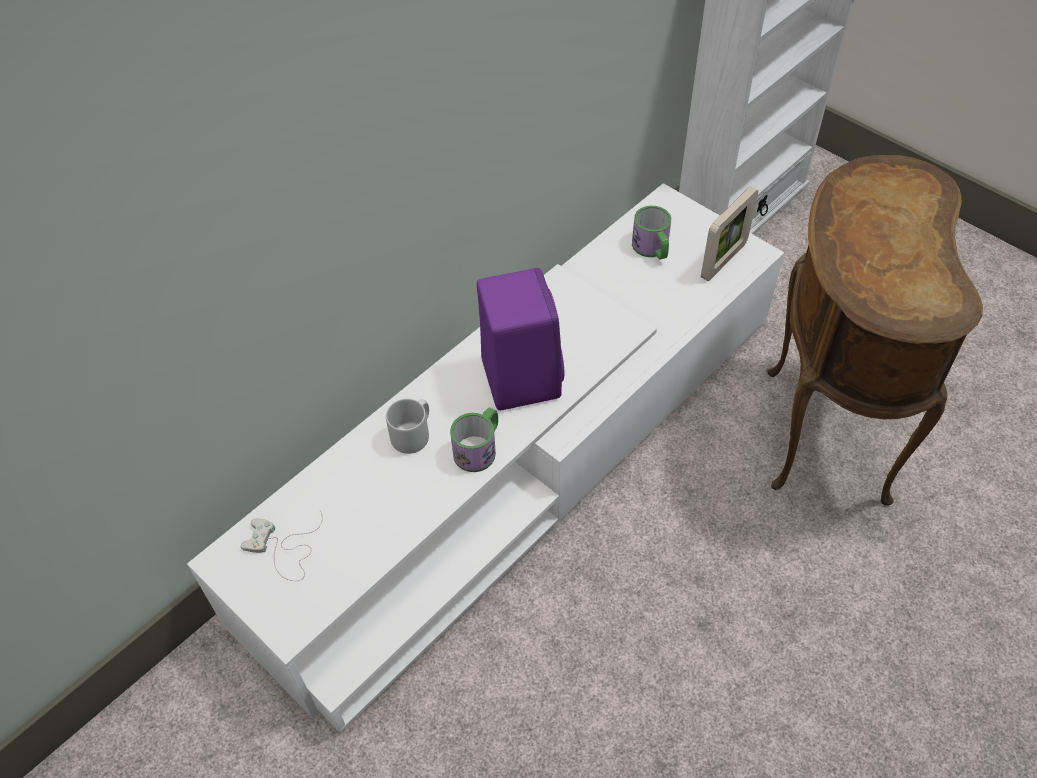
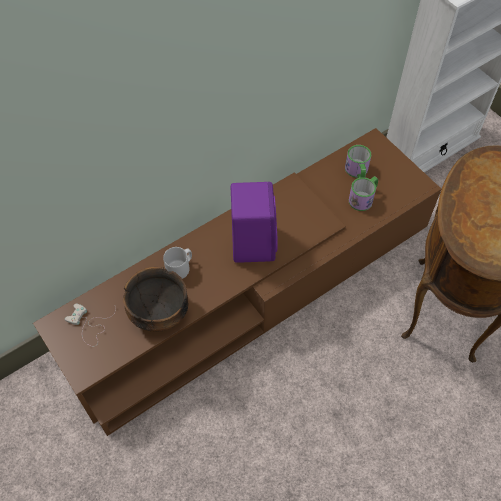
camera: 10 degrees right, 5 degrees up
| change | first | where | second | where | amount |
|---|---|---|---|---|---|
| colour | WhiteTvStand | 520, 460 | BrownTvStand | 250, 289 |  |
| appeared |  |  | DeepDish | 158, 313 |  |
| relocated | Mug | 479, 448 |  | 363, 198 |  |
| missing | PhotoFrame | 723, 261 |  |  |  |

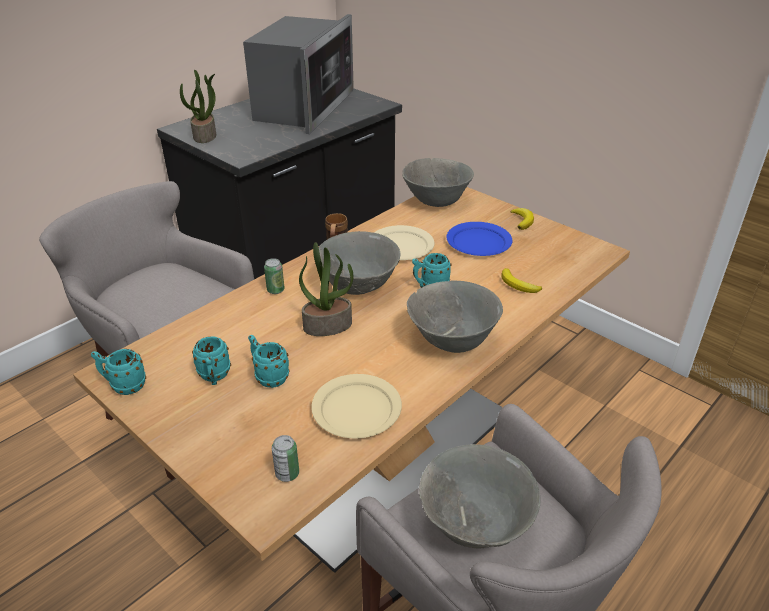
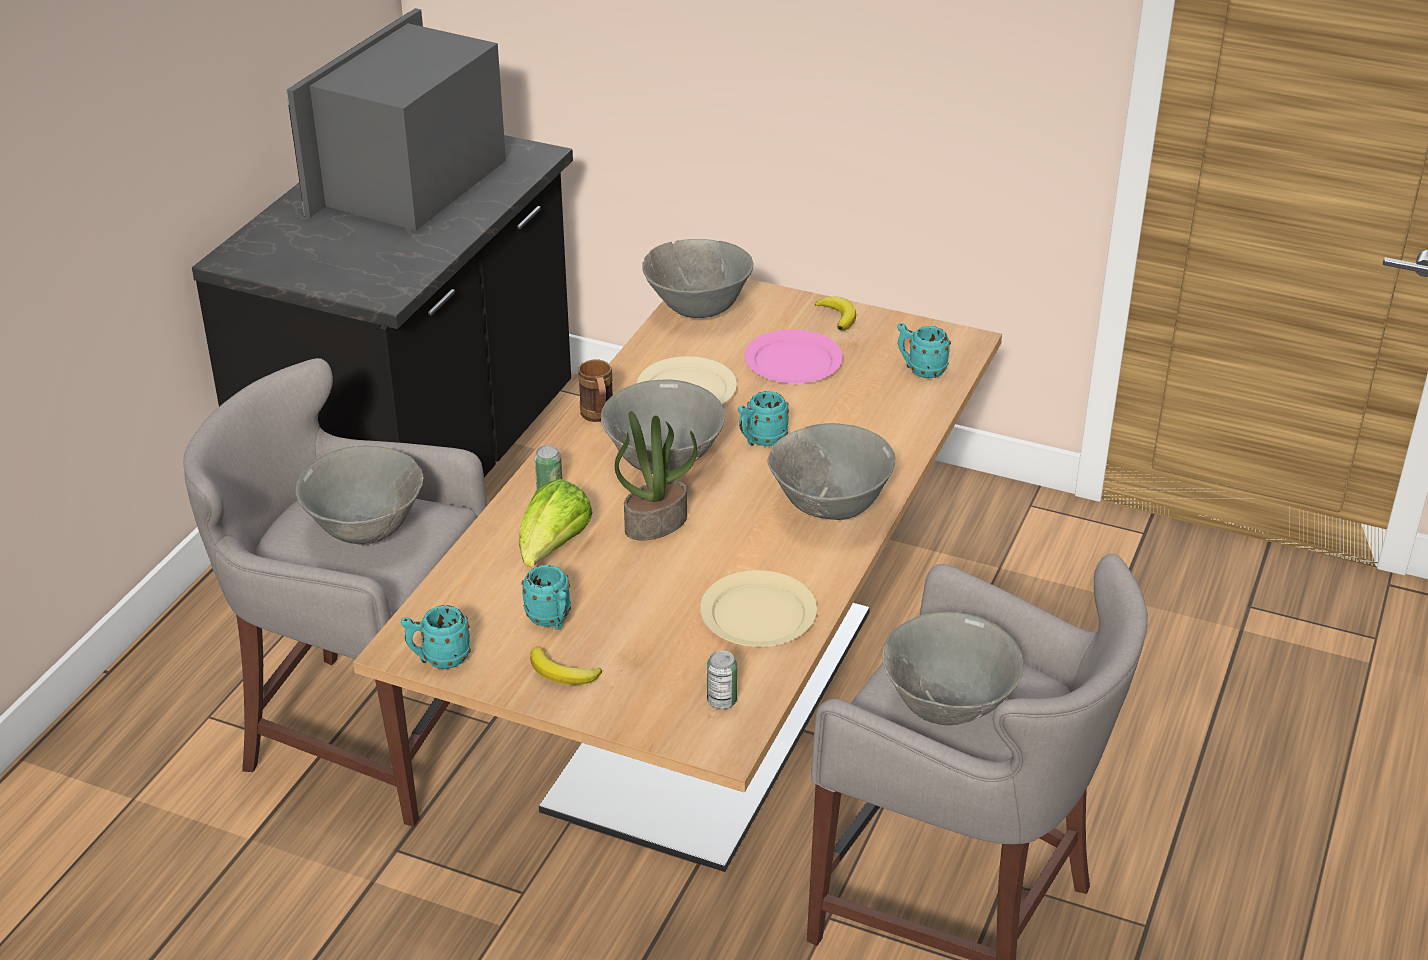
camera: 20 degrees left, 0 degrees up
| change | first | where | second | where | amount |
|---|---|---|---|---|---|
| spun | KitchenMicrowave | 303, 107 |  | 412, 182 | 150 degrees counterclockwise |
| appeared |  |  | GreyDeepDish | 365, 529 |  |
| appeared |  |  | HeadOfLettuce | 552, 549 |  |
| relocated | WholeBanana | 518, 285 |  | 562, 673 |  |
| colour | BlueColouredDinnerPlate | 479, 242 | PinkColouredDinnerPlate | 793, 362 |  |
| relocated | BlueGreenMug | 268, 376 |  | 920, 369 |  |
| missing | Houseplant | 205, 136 |  |  |  |

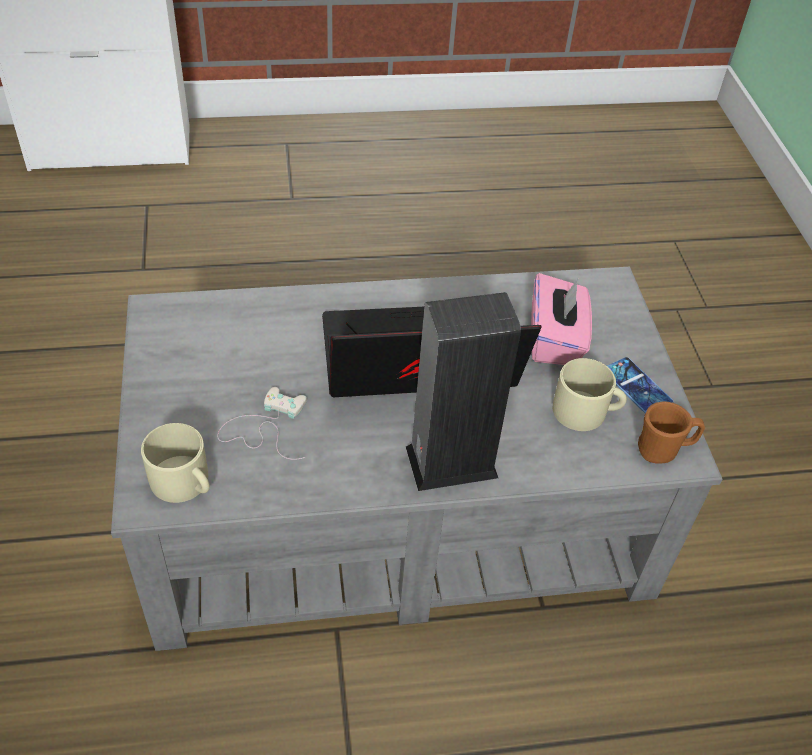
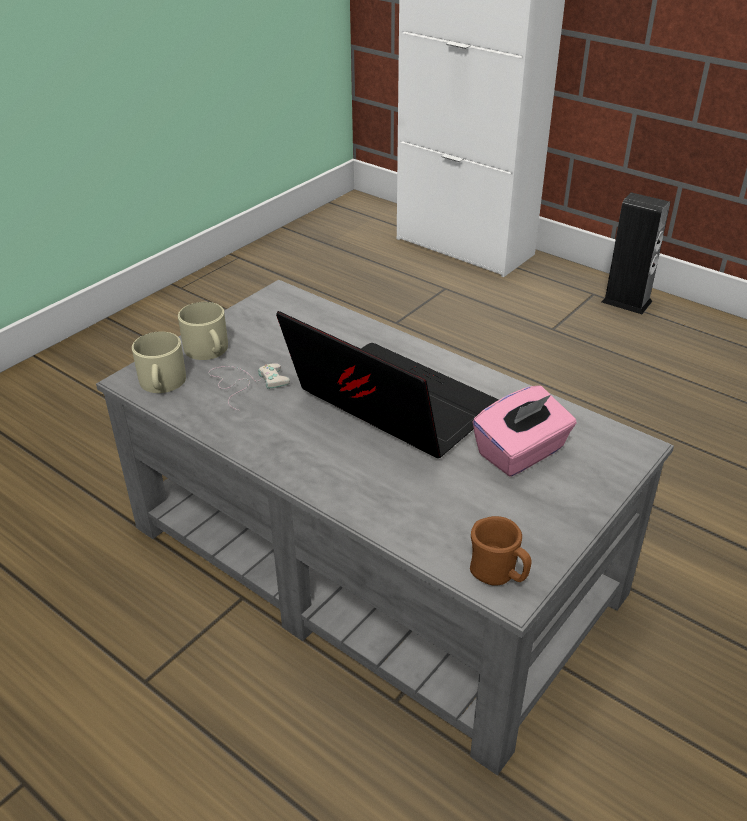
camera: 50 degrees right, 10 degrees down
| change | first | where | second | where | amount |
|---|---|---|---|---|---|
| relocated | BeigeMug | 586, 411 |  | 208, 350 |  |
| relocated | Loudspeaker | 451, 462 |  | 626, 302 |  |
| missing | Telephone | 636, 386 |  |  |  |

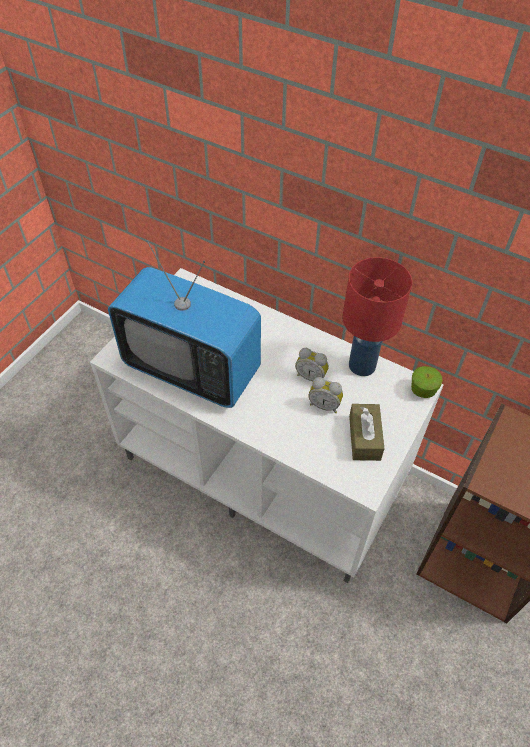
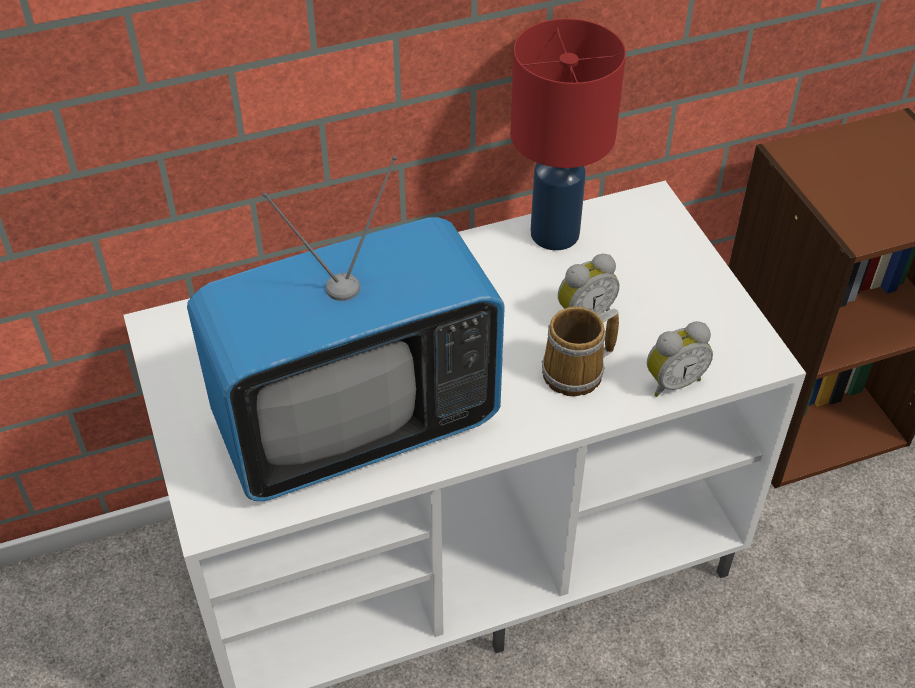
camera: 50 degrees left, 5 degrees down
| change | first | where | second | where | amount |
|---|---|---|---|---|---|
| appeared |  |  | Mug | 577, 372 |  |
| relocated | AlarmClock | 311, 376 |  | 672, 381 |  |
| missing | BrownTissueBox | 364, 438 |  |  |  |
| missing | WholeApple | 422, 390 |  |  |  |

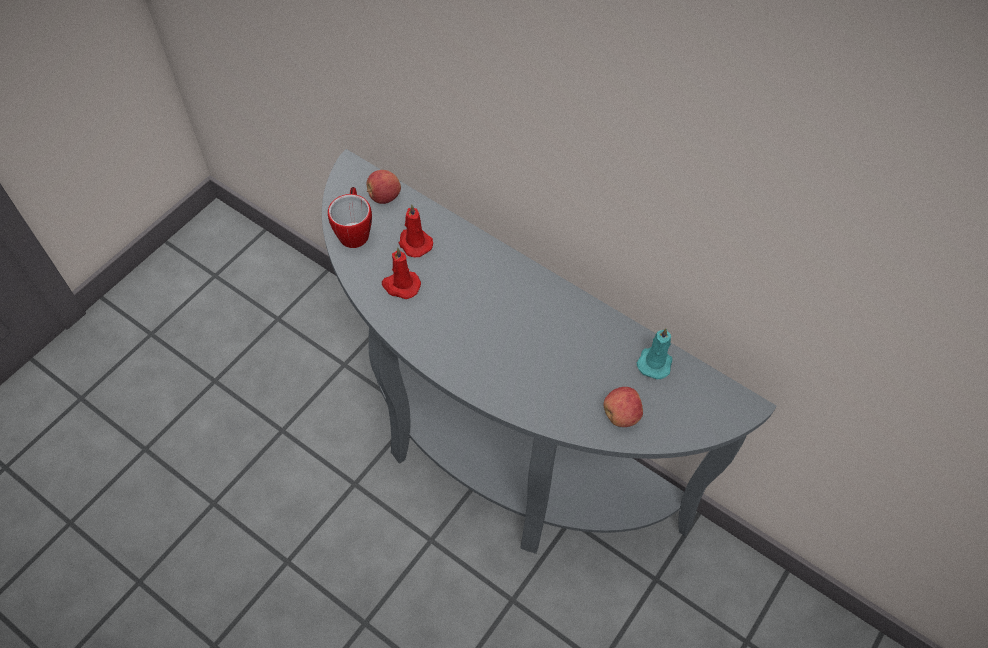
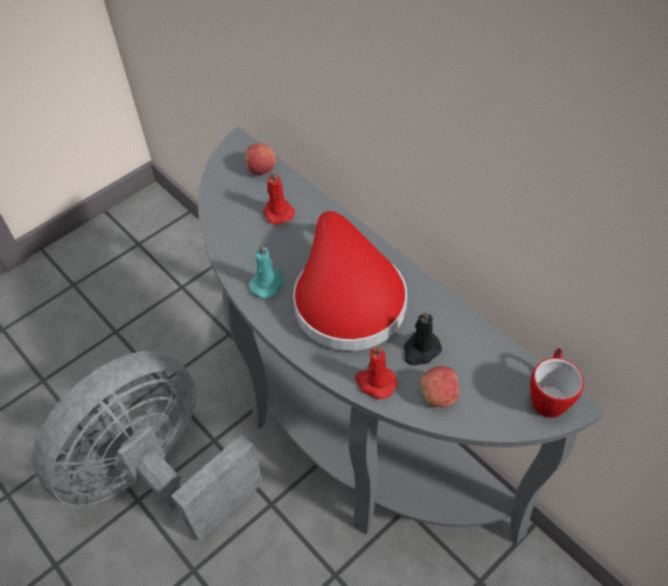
camera: 15 degrees right, 5 degrees down
| change | first | where | second | where | amount |
|---|---|---|---|---|---|
| appeared |  |  | GreyFan | 157, 475 |  |
| relocated | BlueGreenWaxLight | 655, 361 |  | 268, 283 |  |
| appeared |  |  | RedHat | 346, 297 |  |
| relocated | RedWaxLight | 400, 285 |  | 375, 382 |  |
| appeared |  |  | BlackWaxLight | 420, 350 |  |
| relocated | Mug | 354, 230 |  | 549, 395 |  |

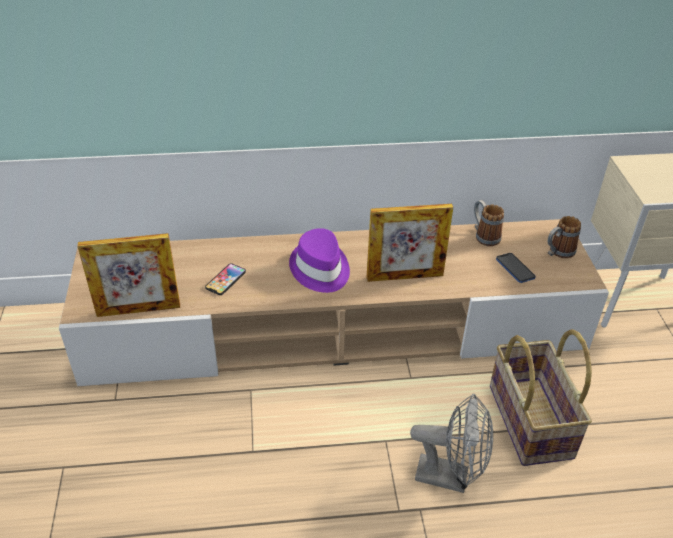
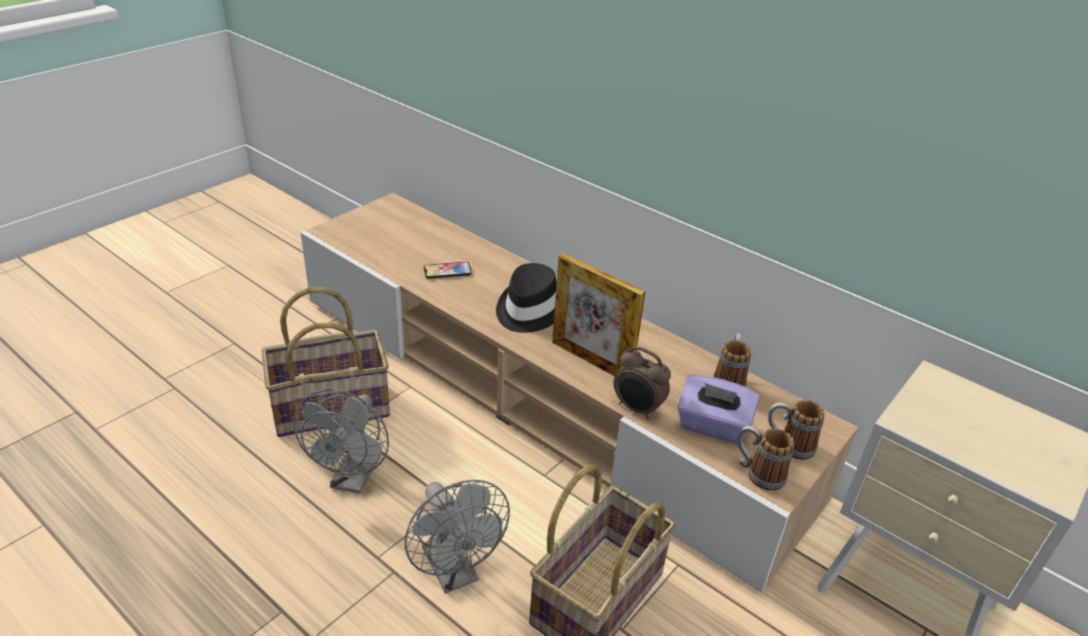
camera: 45 degrees right, 5 degrees down
| change | first | where | second | where | amount |
|---|---|---|---|---|---|
| appeared |  |  | StorageBasket | 331, 406 |  |
| appeared |  |  | GreyFan | 353, 479 |  |
| colour | PurplishHat | 320, 269 | BlackHat | 528, 309 |  |
| appeared |  |  | AlarmClock | 637, 409 |  |
| exchanged | Telephone | 515, 268 | PurplishTissueBox | 712, 426 |  |
| appeared |  |  | Mug | 757, 473 |  |
| missing | PhotoFrame | 138, 310 |  |  |  |

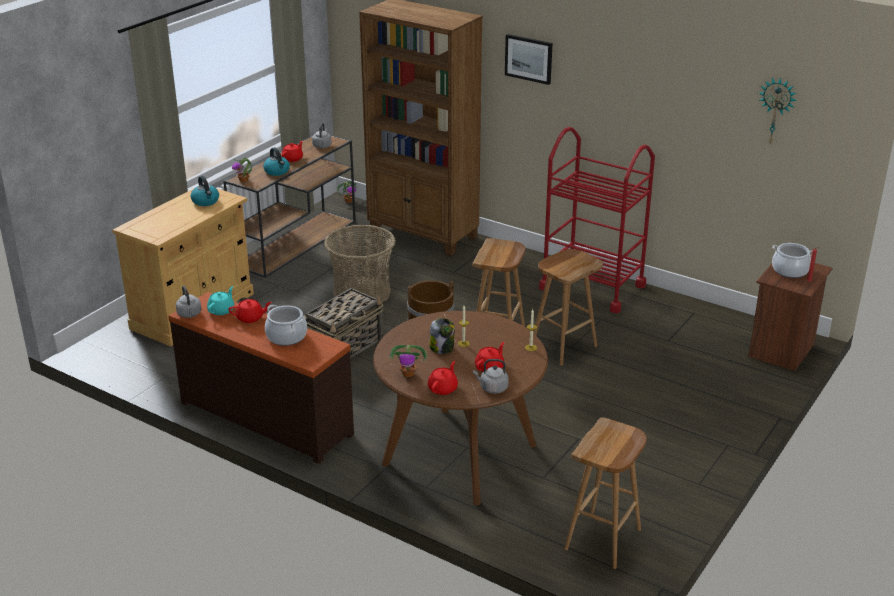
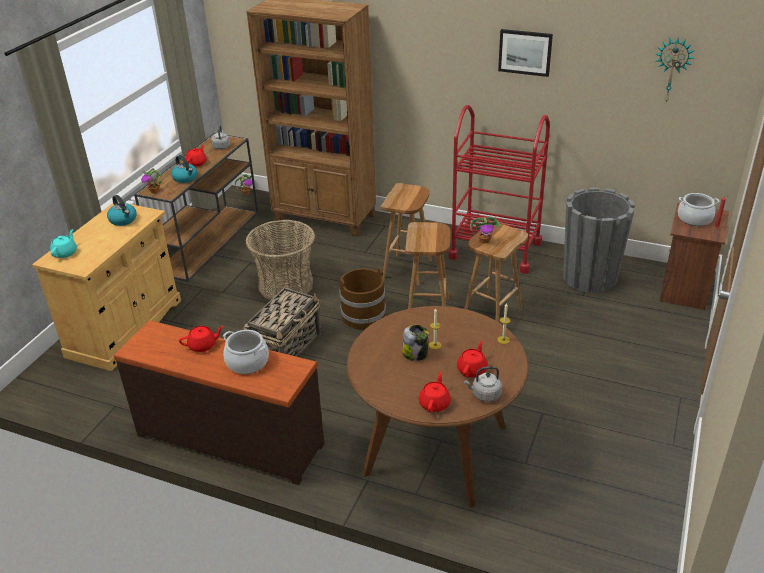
camera: 10 degrees left, 5 degrees up
| change | first | where | second | where | amount |
|---|---|---|---|---|---|
| relocated | BlueGreenTeaPot | 221, 310 |  | 65, 253 |  |
| relocated | BrownStool | 603, 540 |  | 407, 270 |  |
| relocated | Houseplant | 408, 373 |  | 485, 241 |  |
| relocated | WallArt | 529, 58 |  | 525, 52 |  |
| appeared |  |  | GreyPlanter | 589, 277 |  |
| missing | GreyKettle | 189, 314 |  |  |  |

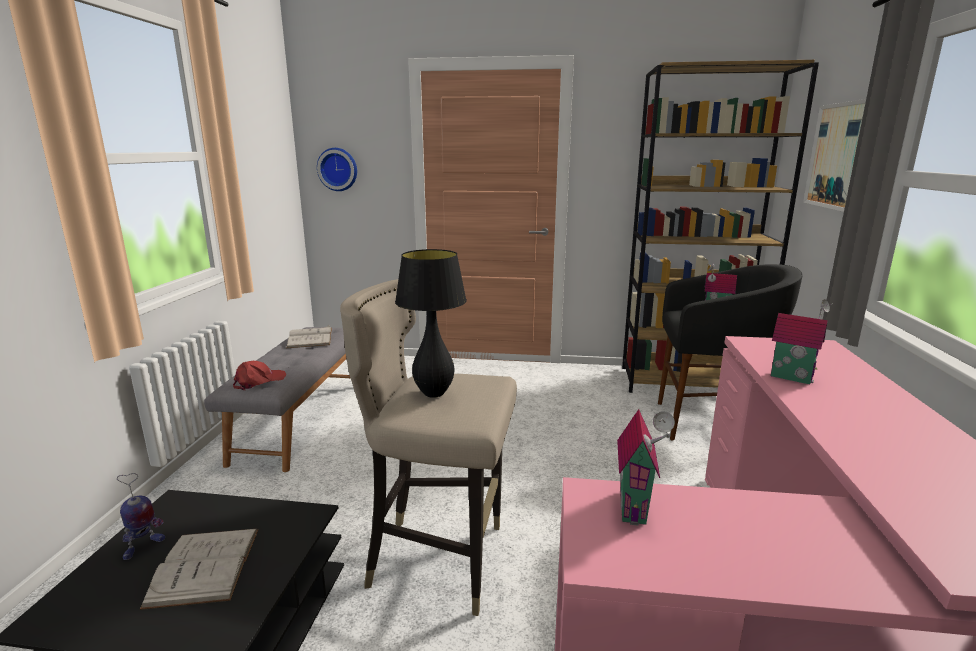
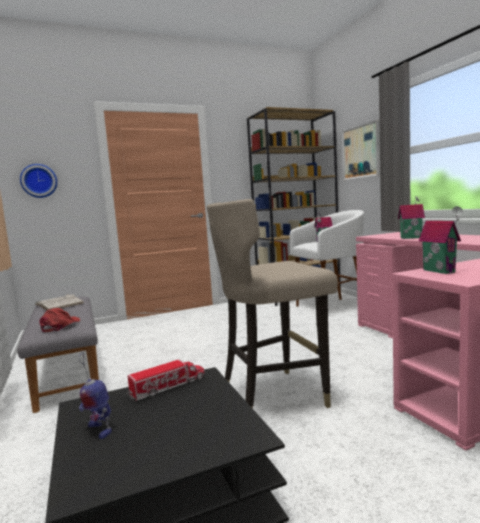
camera: 30 degrees left, 10 degrees down
| change | first | where | second | where | amount |
|---|---|---|---|---|---|
| spun | ToyRobot | 143, 547 |  | 98, 430 | 135 degrees clockwise |
| appeared |  |  | ToyTruck | 168, 387 |  |
| colour | BlackStool | 710, 423 | WhiteStool | 331, 307 |  |
| missing | WhiteVolume | 204, 566 |  |  |  |
| missing | BlackLampForATable | 434, 393 |  |  |  |

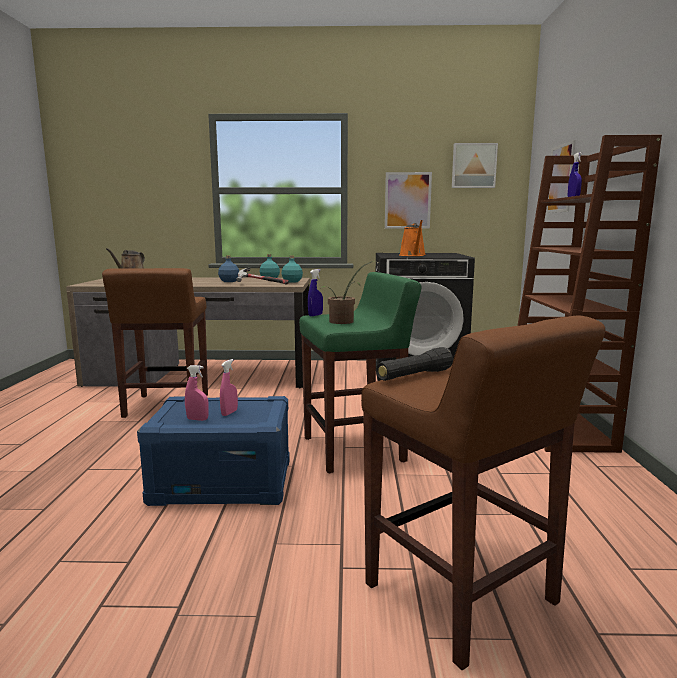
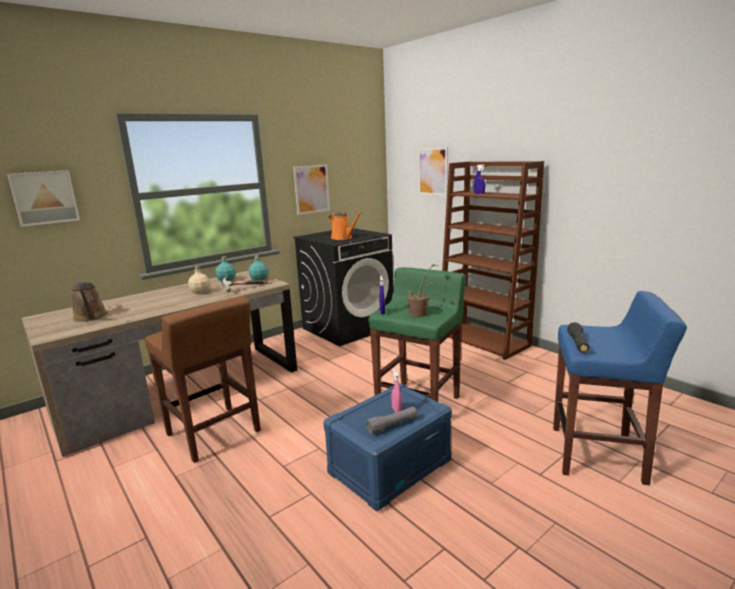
camera: 40 degrees left, 5 degrees up
| change | first | where | second | where | amount |
|---|---|---|---|---|---|
| relocated | WallArt | 473, 166 |  | 44, 197 |  |
| colour | BlueColouredBottle | 229, 281 | BeigeBottle | 201, 292 |  |
| exchanged | PinkColouredSprayer | 197, 419 | GreyFlashlight | 392, 425 |  |
| colour | BrownStool | 462, 596 | BlueColouredStool | 598, 455 |  |

